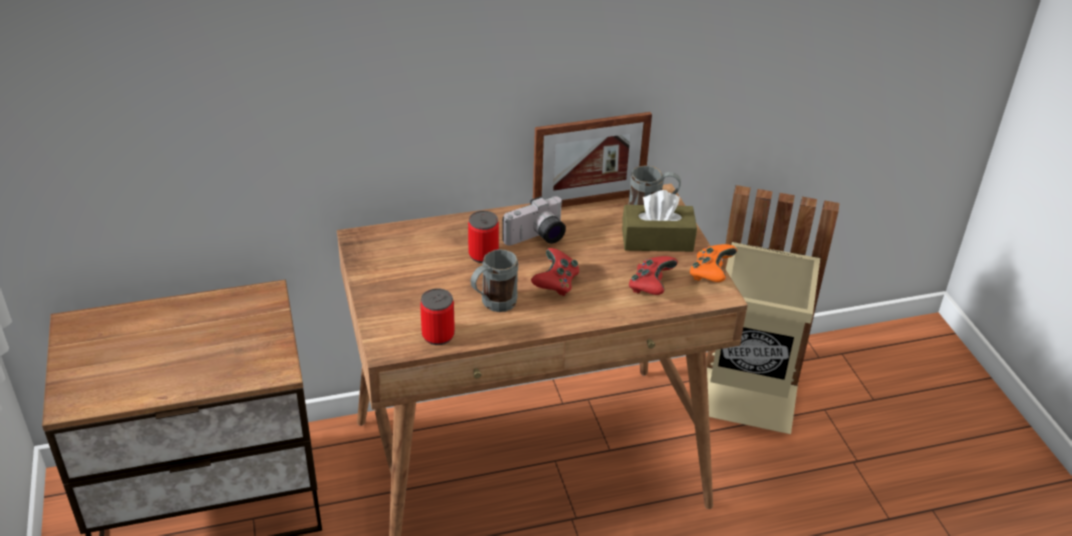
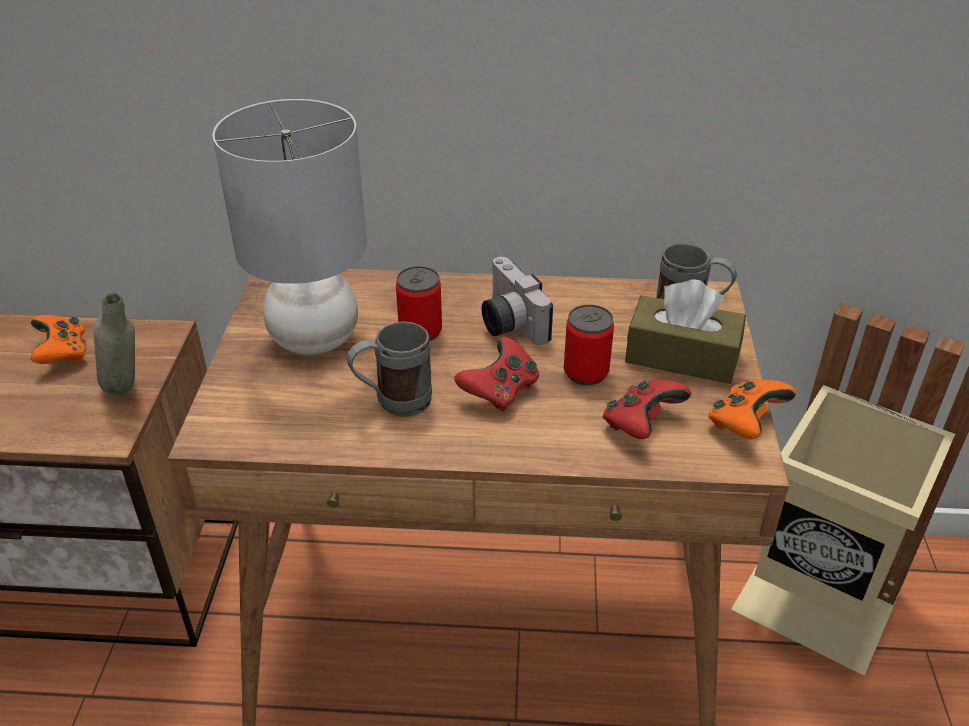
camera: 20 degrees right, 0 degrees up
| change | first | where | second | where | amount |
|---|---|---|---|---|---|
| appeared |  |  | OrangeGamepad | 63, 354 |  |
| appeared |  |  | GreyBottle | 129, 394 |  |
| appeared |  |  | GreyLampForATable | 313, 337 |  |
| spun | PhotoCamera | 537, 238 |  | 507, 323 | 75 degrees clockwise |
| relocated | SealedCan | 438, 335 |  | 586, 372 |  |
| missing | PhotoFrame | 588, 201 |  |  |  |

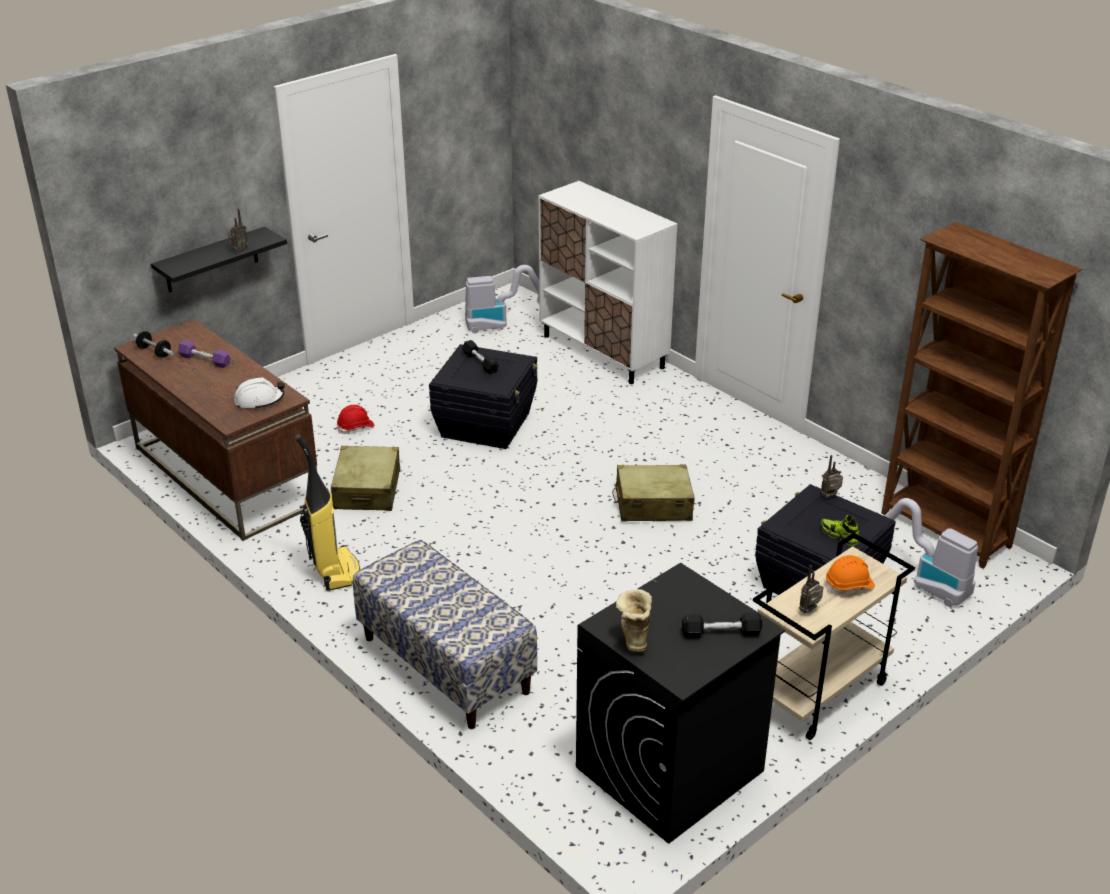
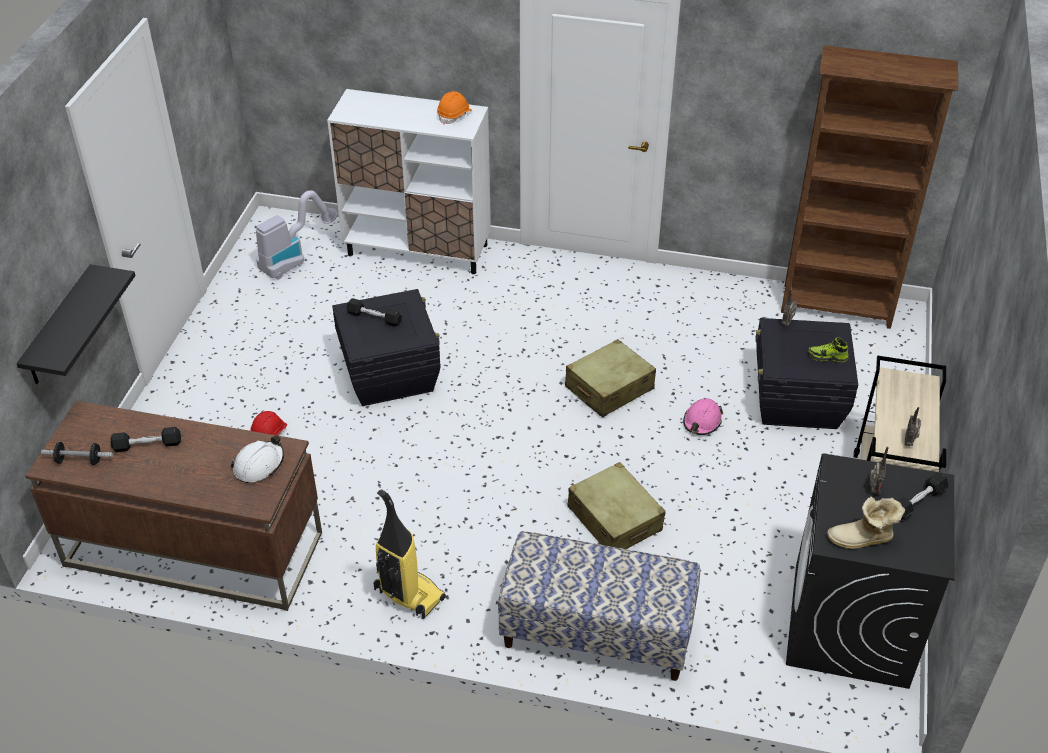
camera: 35 degrees left, 10 degrees up
| change | first | where | second | where | amount |
|---|---|---|---|---|---|
| colour | PurplishDumbbell | 205, 360 | BlackDumbbell | 147, 445 |  |
| relocated | OrangeWorkHelmet | 849, 585 |  | 454, 115 |  |
| relocated | BeigeTravelCase | 367, 489 |  | 614, 519 |  |
| appeared |  |  | PinkColouredWorkHelmet | 702, 422 |  |
| spun | HighTopBoot | 633, 634 |  | 862, 540 | 60 degrees counterclockwise |
| relocated | RadioSet | 239, 251 |  | 873, 491 |  |
| missing | Vacuum | 924, 581 |  |  |  |

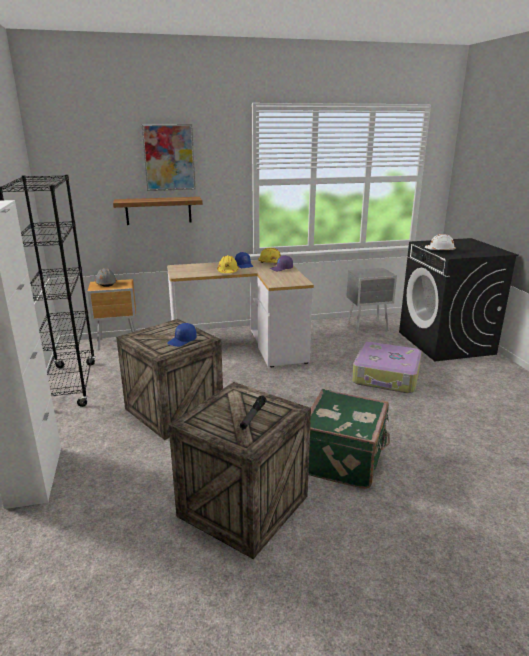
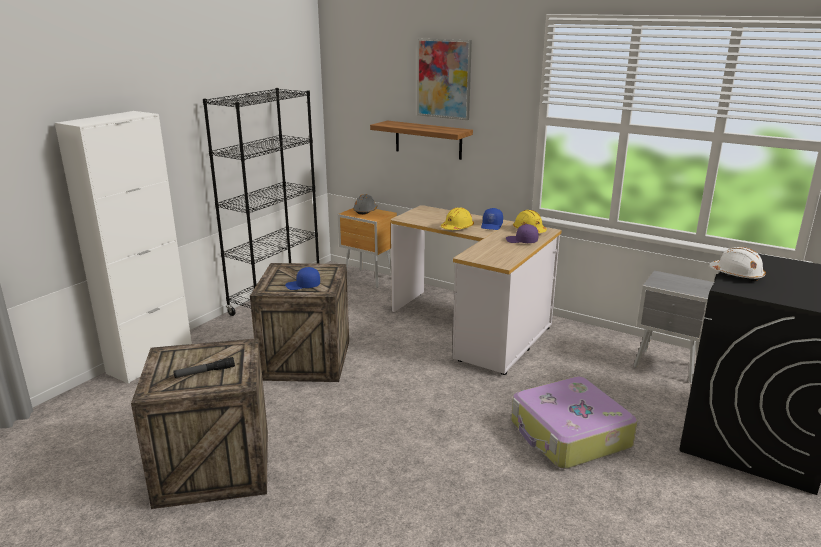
camera: 45 degrees right, 0 degrees up
| change | first | where | second | where | amount |
|---|---|---|---|---|---|
| missing | GreenColouredTravelCase | 344, 459 |  |  |  |

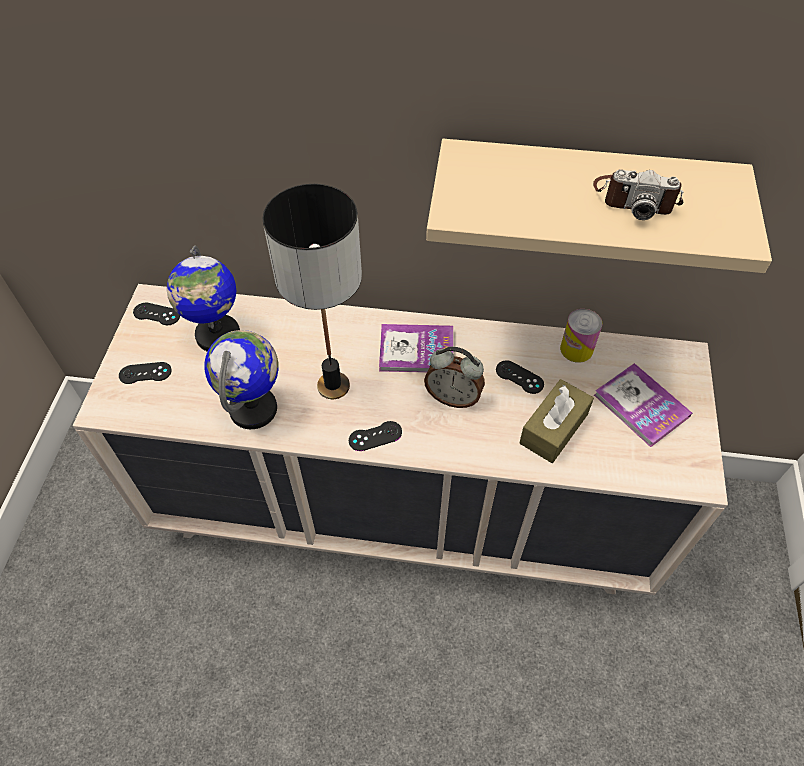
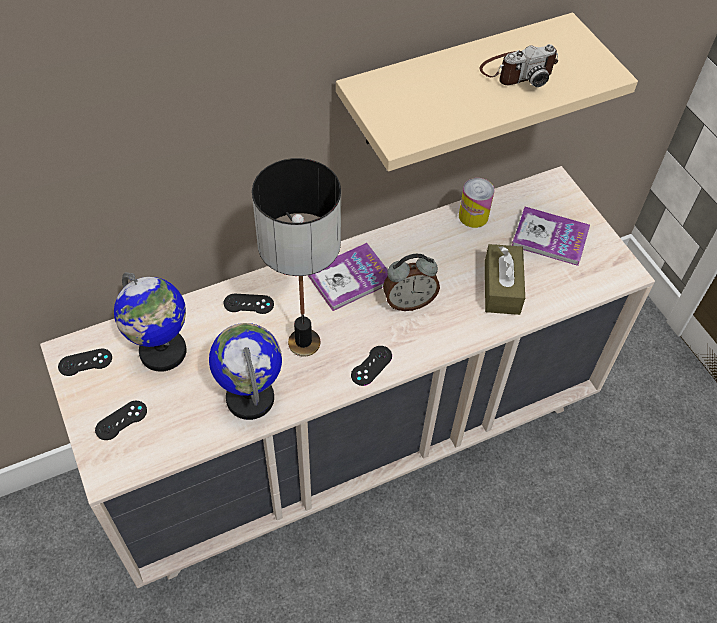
camera: 35 degrees left, 0 degrees up
| change | first | where | second | where | amount |
|---|---|---|---|---|---|
| relocated | BlackGamepad | 519, 377 |  | 248, 304 |  |

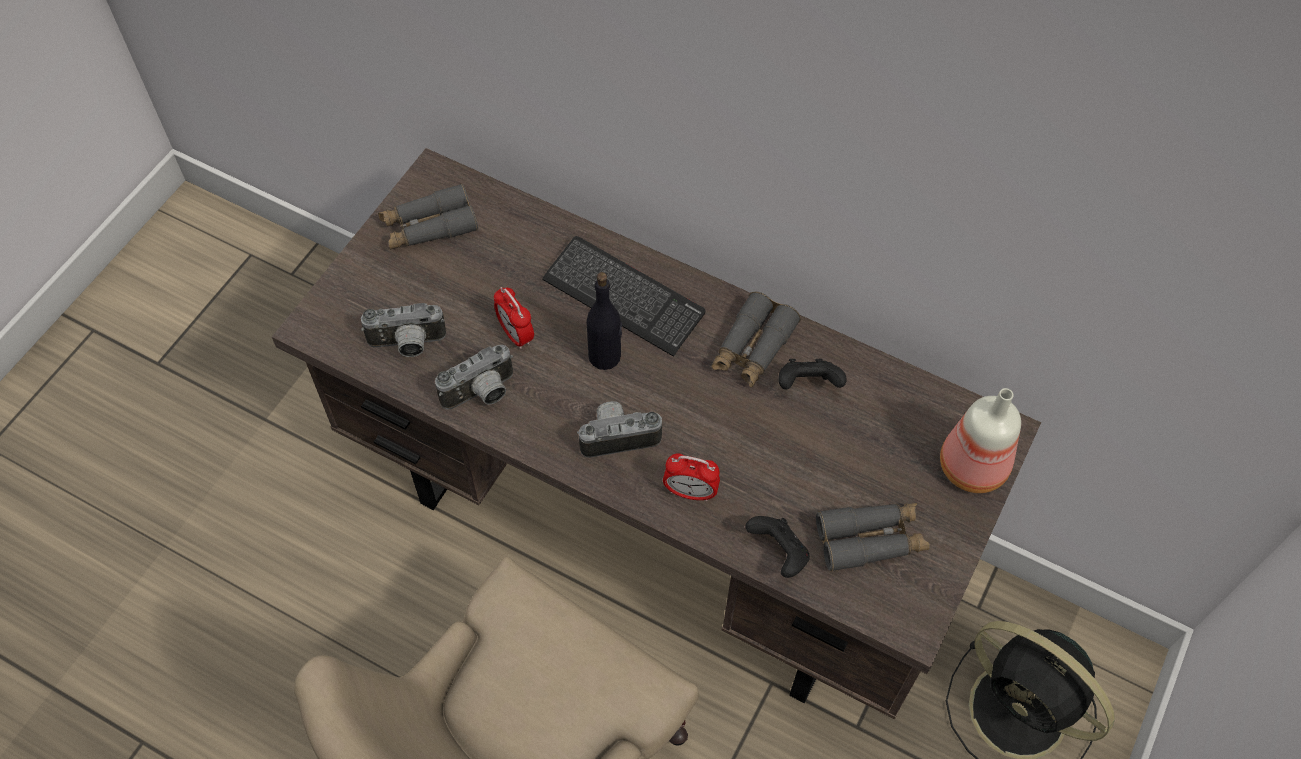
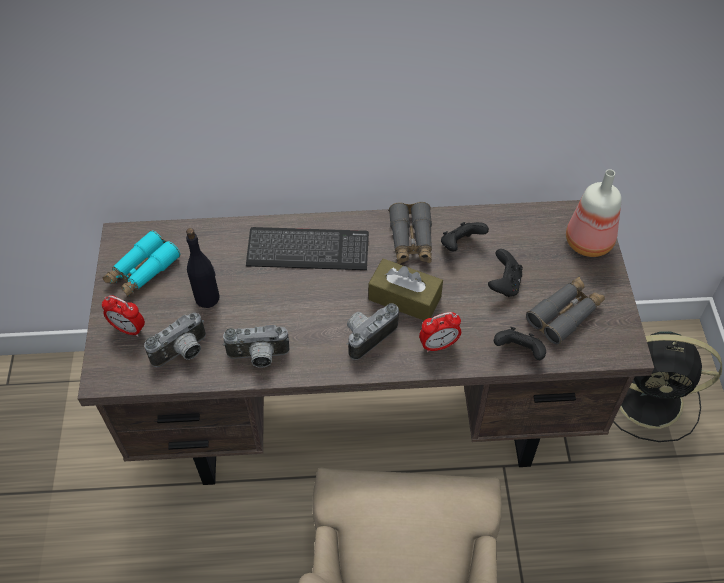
camera: 30 degrees left, 5 degrees down
| change | first | where | second | where | amount |
|---|---|---|---|---|---|
| relocated | AlarmClock | 516, 334 |  | 128, 329 |  |
| colour | GreyPairOfBinoculars | 429, 227 | BlueGreenPairOfBinoculars | 142, 271 |  |
| relocated | BlackBottle | 605, 356 |  | 207, 298 |  |
| spun | PhotoCamera | 482, 394 |  | 258, 357 | 60 degrees clockwise |
| appeared |  |  | BrownTissueBox | 404, 298 |  |
| appeared |  |  | BlackGamepad | 504, 284 |  |

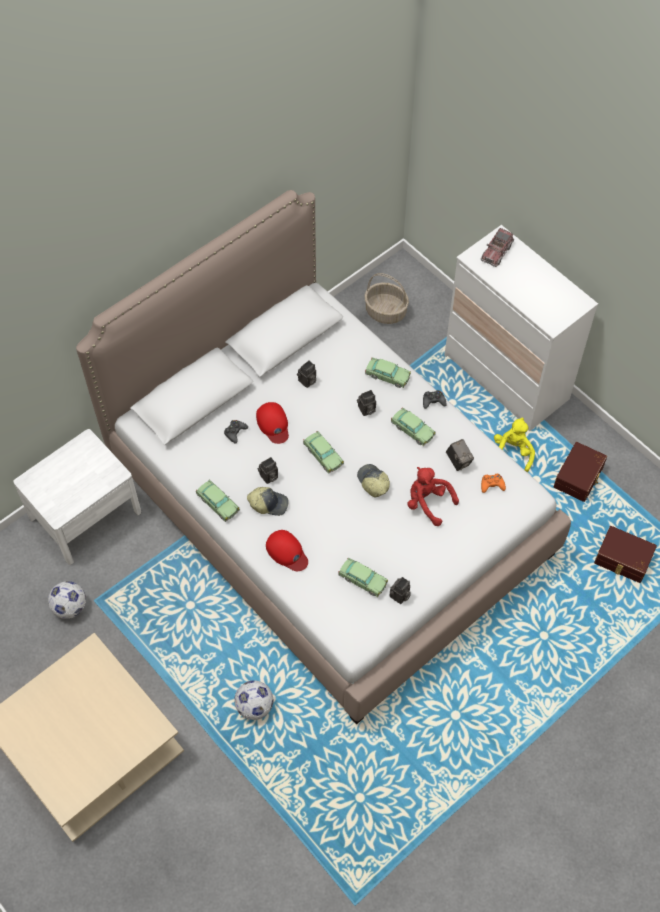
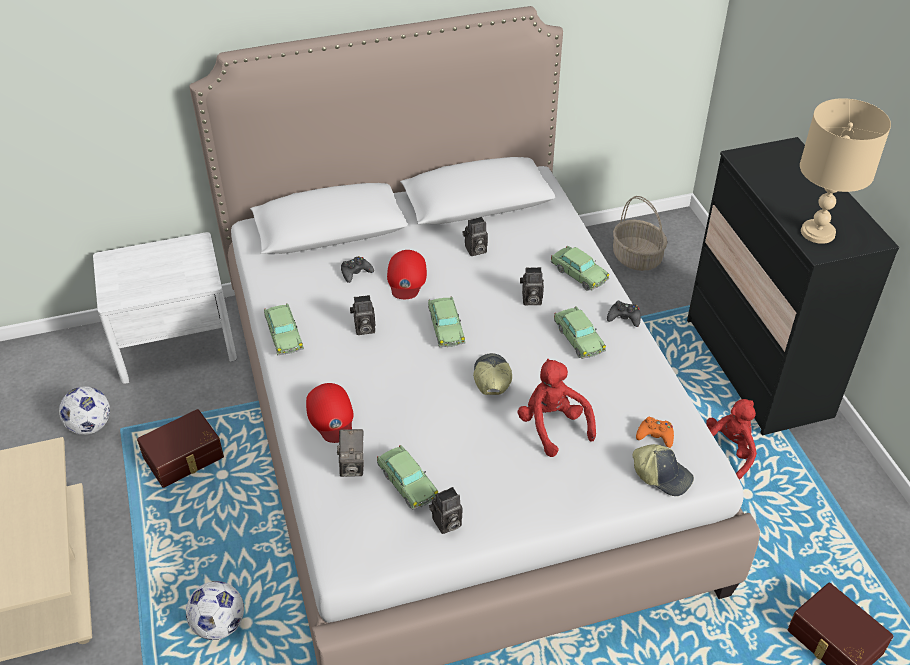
camera: 25 degrees right, 15 degrees down
| change | first | where | second | where | amount |
|---|---|---|---|---|---|
| relocated | BrownStorageBin | 579, 477 |  | 184, 459 |  |
| relocated | PhotoCamera | 458, 461 |  | 352, 465 |  |
| relocated | Cap | 268, 503 |  | 662, 475 |  |
| colour | WhiteChestOfDrawers | 506, 377 | BlackChestOfDrawers | 757, 367 |  |
| colour | YellowishPlushToy | 512, 453 | RedPlushToy | 727, 452 |  |
| appeared |  |  | BeigeLampForATable | 817, 232 |  |
| missing | ToyTruck | 496, 252 |  |  |  |

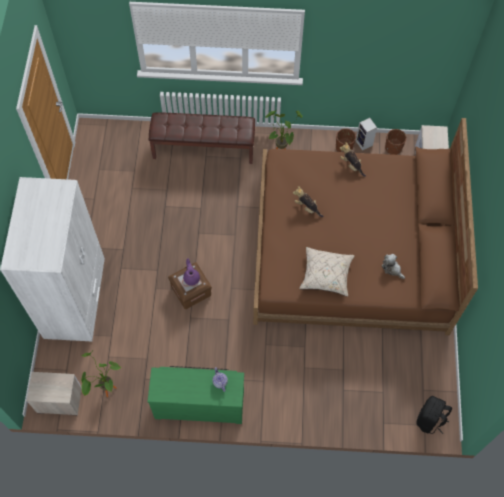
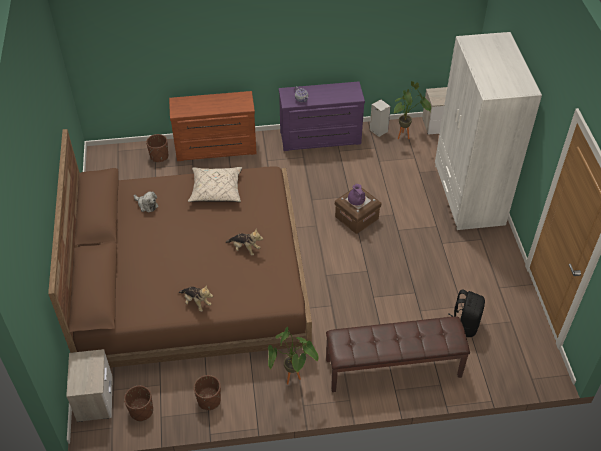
camera: 170 degrees right, 15 degrees down
| change | first | where | second | where | amount |
|---|---|---|---|---|---|
| appeared |  |  | BrownPlanter | 159, 156 |  |
| appeared |  |  | BrownChestOfDrawers | 216, 149 |  |
| colour | GreenColouredChestOfDrawers | 199, 403 | PurplishChestOfDrawers | 320, 139 |  |
| relocated | Loudspeaker | 364, 143 |  | 378, 130 |  |
| relocated | BlackKnapsack | 430, 420 |  | 464, 325 |  |

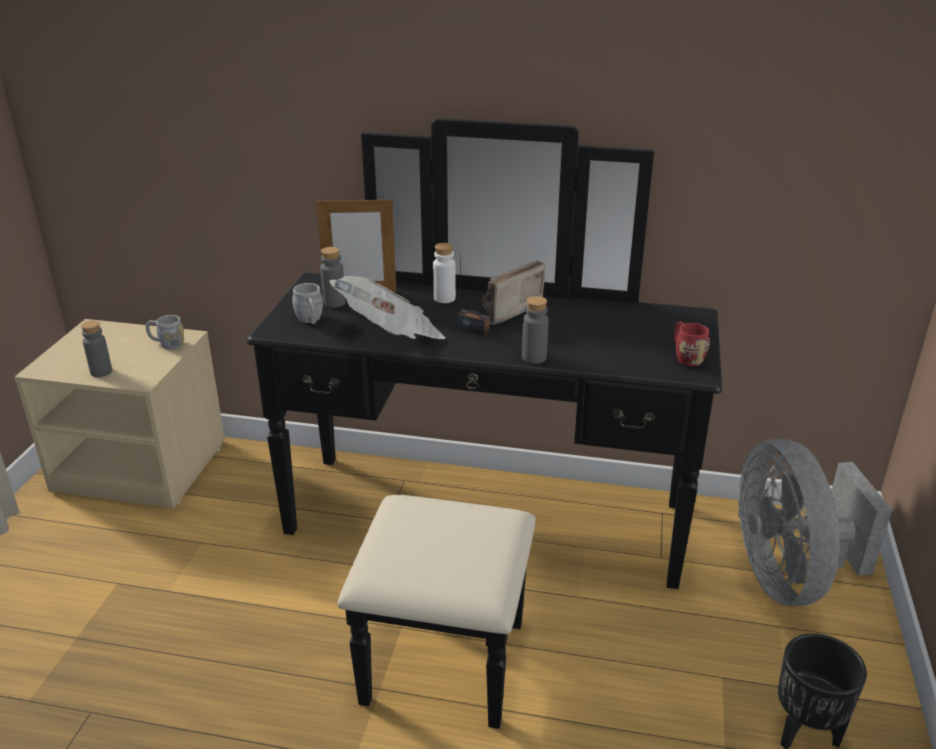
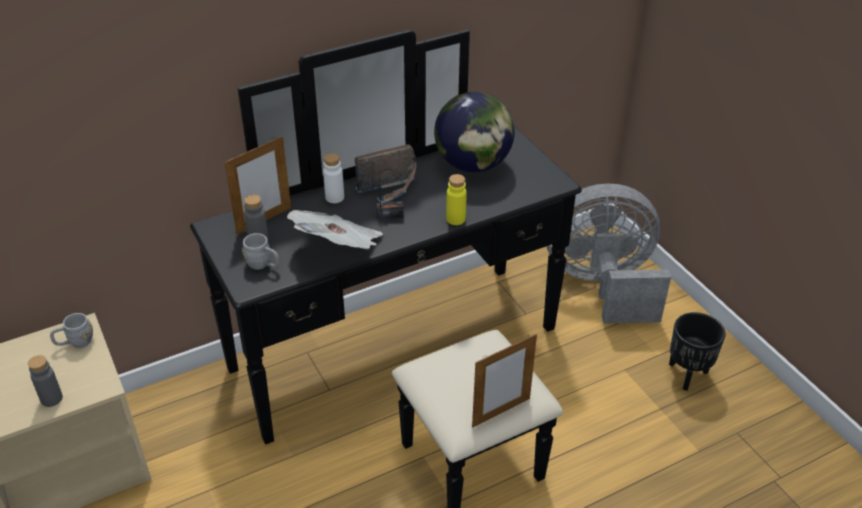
camera: 40 degrees left, 10 degrees up
| change | first | where | second | where | amount |
|---|---|---|---|---|---|
| spun | RadioSet | 505, 311 |  | 390, 189 | 120 degrees counterclockwise |
| appeared |  |  | Globe | 473, 165 |  |
| colour | GreyBottle | 534, 357 | YellowishBottle | 455, 219 |  |
| appeared |  |  | PhotoFrame | 501, 412 |  |
| spun | GreyFan | 788, 576 |  | 602, 285 | 135 degrees clockwise |
| missing | RedMug | 686, 356 |  |  |  |

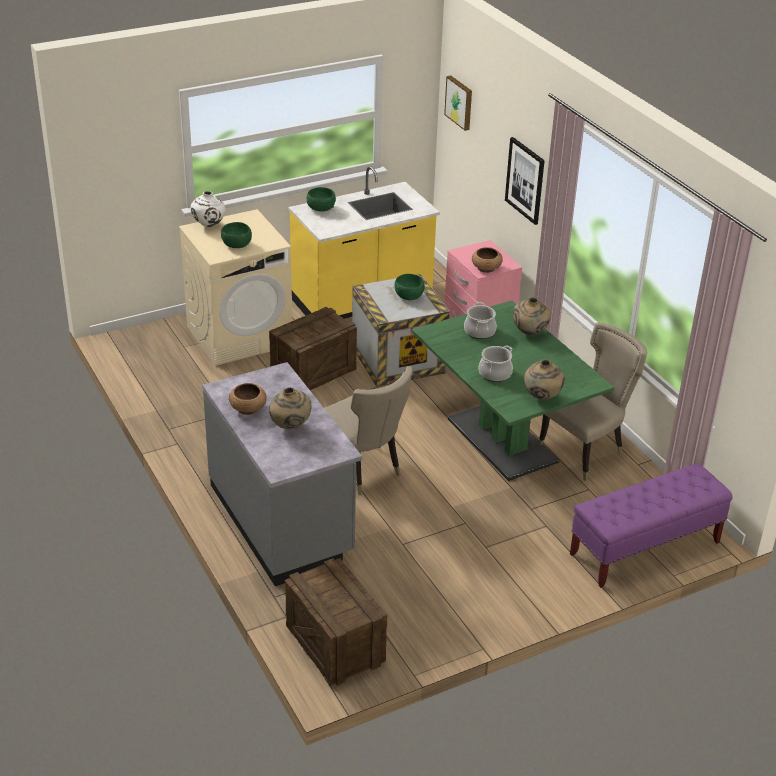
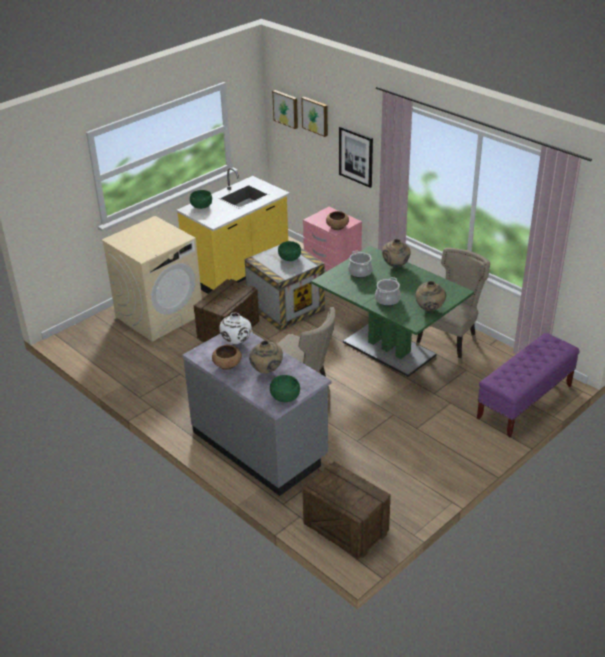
camera: 15 degrees left, 0 degrees up
| change | first | where | second | where | amount |
|---|---|---|---|---|---|
| relocated | WhiteDecorativeVase | 209, 225 |  | 236, 342 |  |
| relocated | GreenColouredDeepDish | 237, 245 |  | 285, 397 |  |
| appeared |  |  | WallArt | 315, 116 |  |

